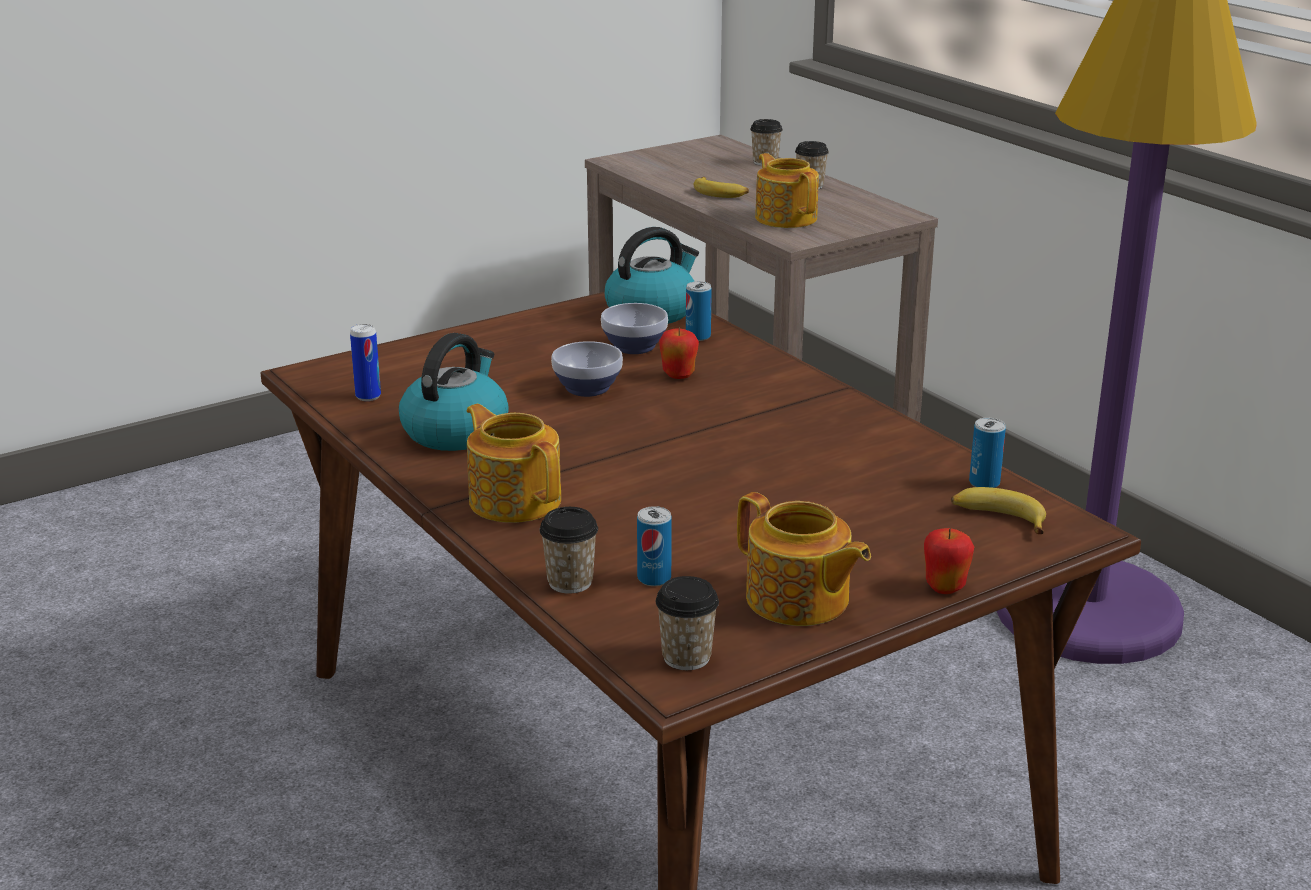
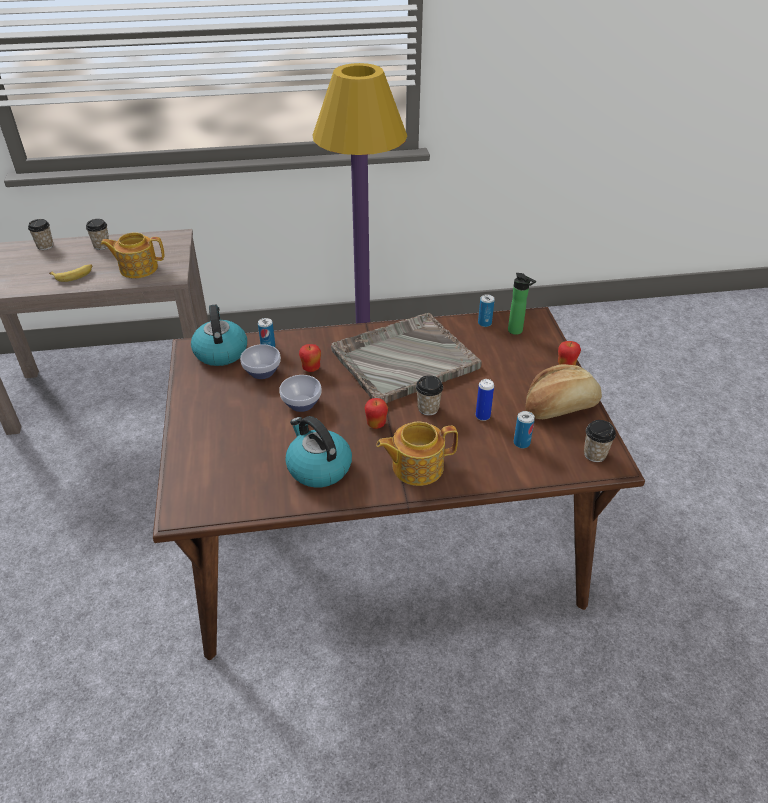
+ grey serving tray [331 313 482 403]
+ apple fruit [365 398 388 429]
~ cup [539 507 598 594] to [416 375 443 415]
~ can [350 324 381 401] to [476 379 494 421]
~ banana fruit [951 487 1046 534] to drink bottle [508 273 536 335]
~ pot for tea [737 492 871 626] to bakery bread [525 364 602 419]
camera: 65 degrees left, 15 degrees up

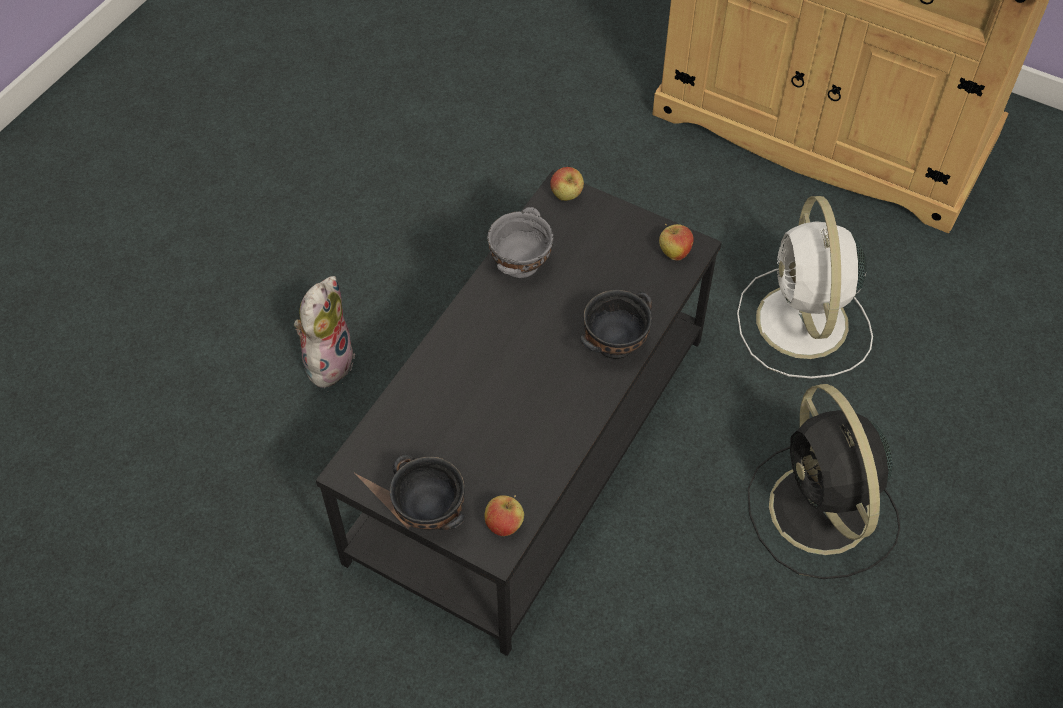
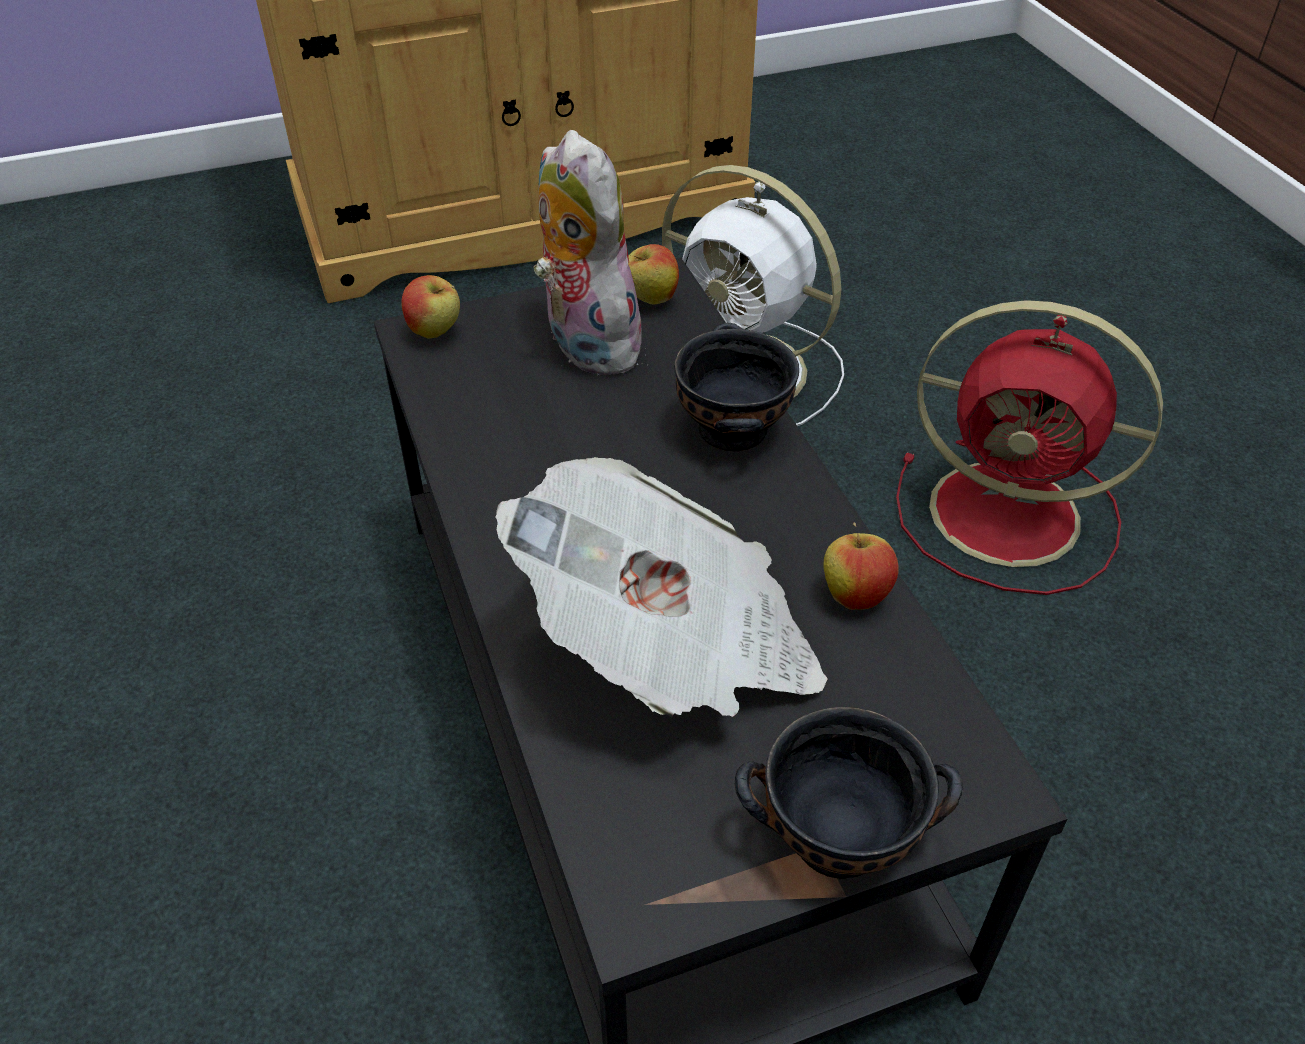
+ printed paper [495 457 827 718]
~ plush toy [291 276 355 388] to [534 130 648 375]
~ apple fruit [484 495 524 536] to [823 522 899 610]
~ black-coloured cooling fan [748 384 900 579] to red-coloured cooling fan [896 300 1163 595]
- grey deep dish [487 207 553 278]
camera: 50 degrees left, 10 degrees down

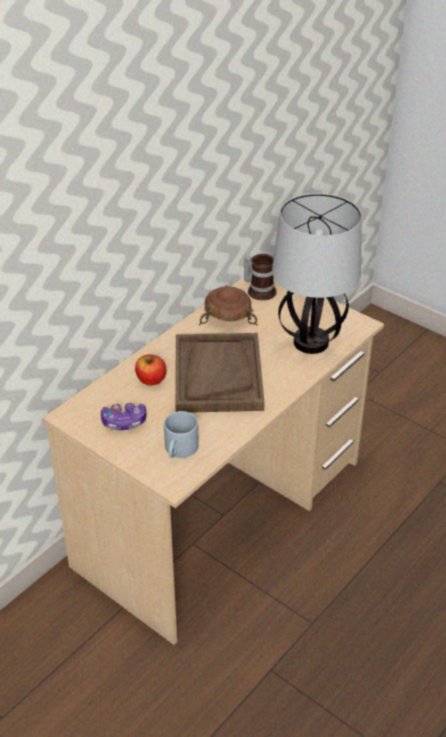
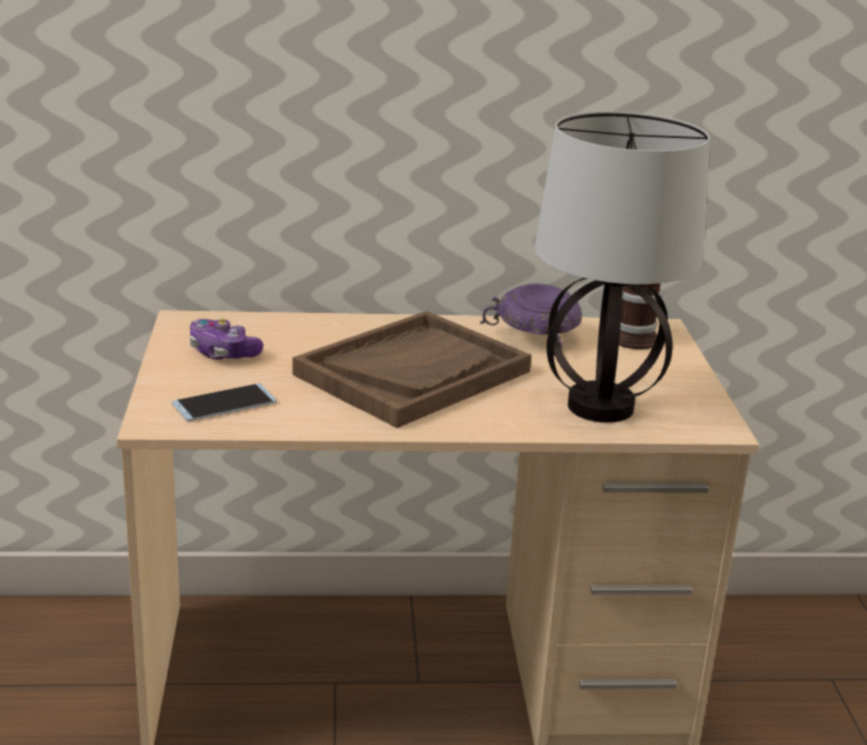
~ grey mug [164 411 199 458] to telephone [172 383 277 421]
~ brown deep dish [199 285 258 325] to purplish deep dish [480 284 582 350]
- apple fruit [135 354 167 385]
camera: 45 degrees right, 15 degrees down

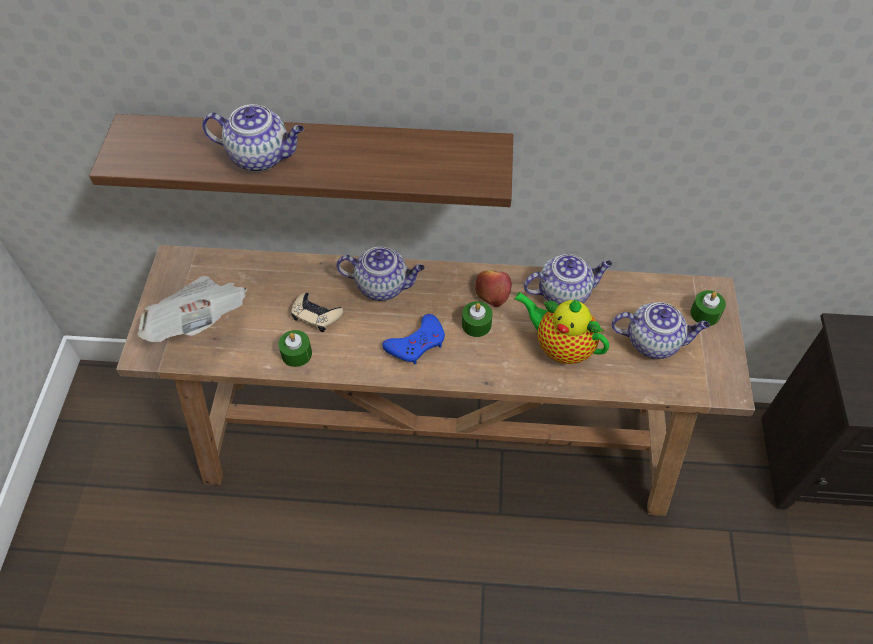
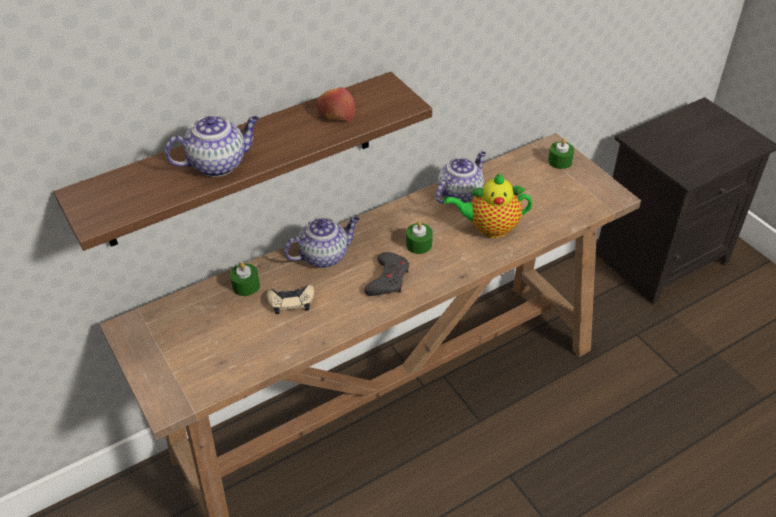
~ green-coloured wax light [278 330 312 367] to [230 262 260 296]
~ apple fruit [475 271 511 307] to [317 87 355 122]
~ blue game controller [382 314 445 364] to grey game controller [364 252 409 296]
- printed paper [138 276 247 342]
- pot for tea [611 302 710 359]
camera: 35 degrees left, 10 degrees down

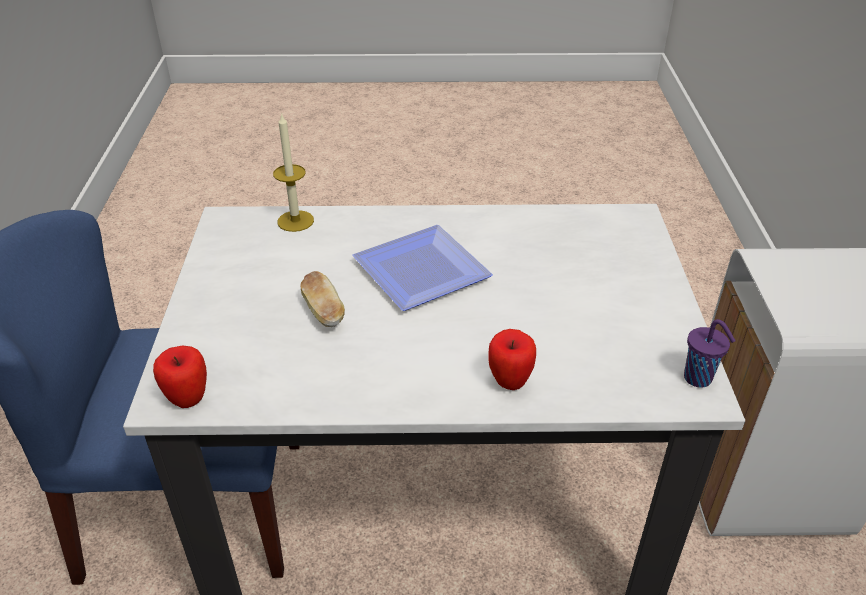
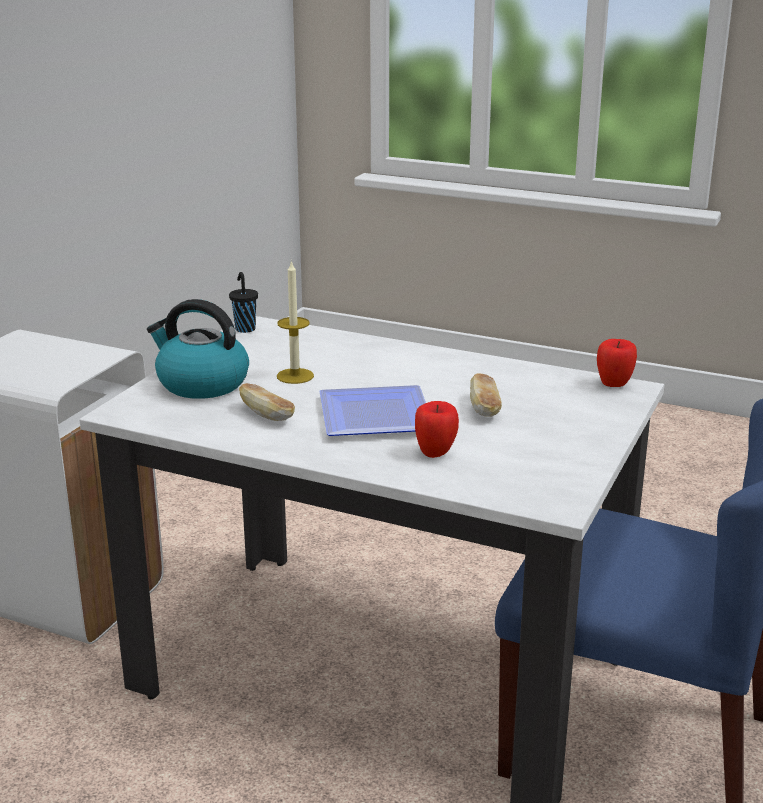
+ kettle [147 299 249 399]
~ purplish cup [684 319 736 388] to black-coloured cup [229 272 258 333]
+ bakery bread [239 383 295 421]
~ wax light [273 113 314 232] to [277 260 314 384]
~ apple fruit [488 329 536 390] to [415 401 459 458]
camera: 155 degrees left, 15 degrees down

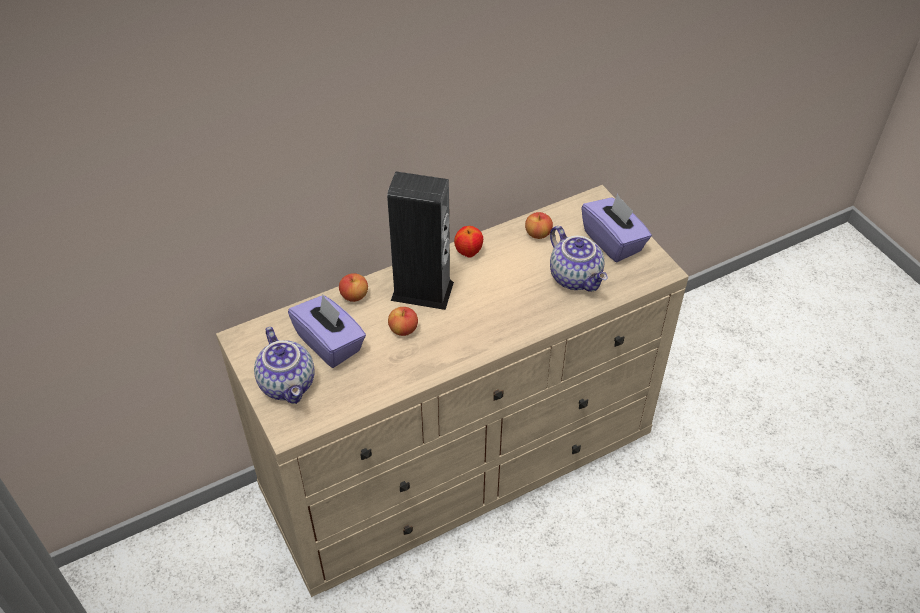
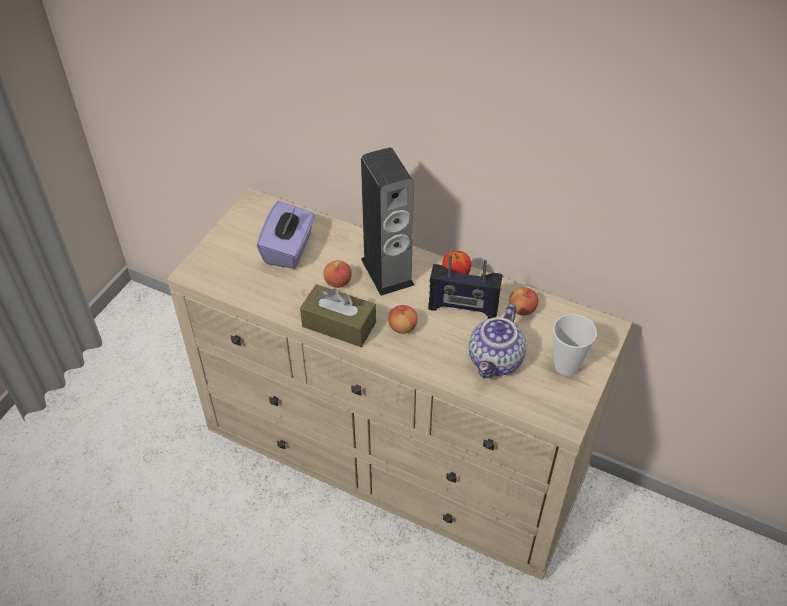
+ brown tissue holder [300 284 376 347]
~ apple fruit [339 273 368 302] to [388 305 418 334]
+ radio set [428 255 502 319]
~ purplish tissue holder [581 194 652 262] to cup [553 314 597 376]
- pot for tea [254 327 315 404]
camera: 55 degrees right, 0 degrees up

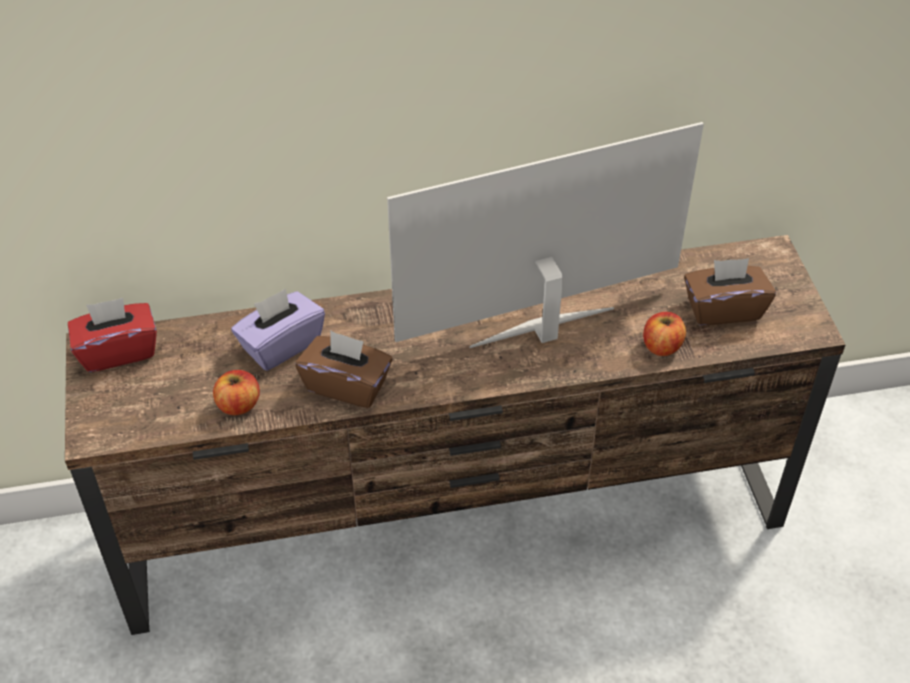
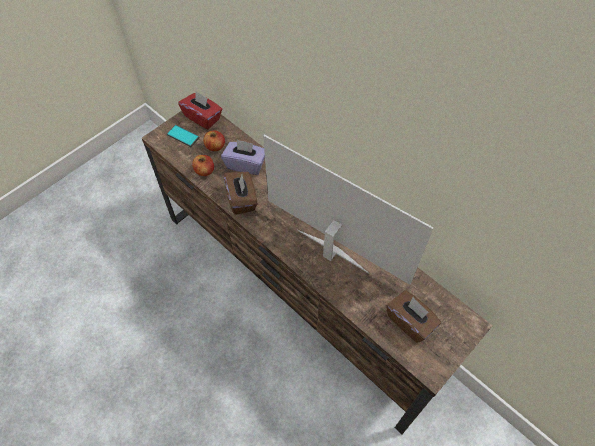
+ telephone [167 125 200 147]
~ apple fruit [643 312 686 356] to [203 130 225 151]
camera: 55 degrees right, 10 degrees up

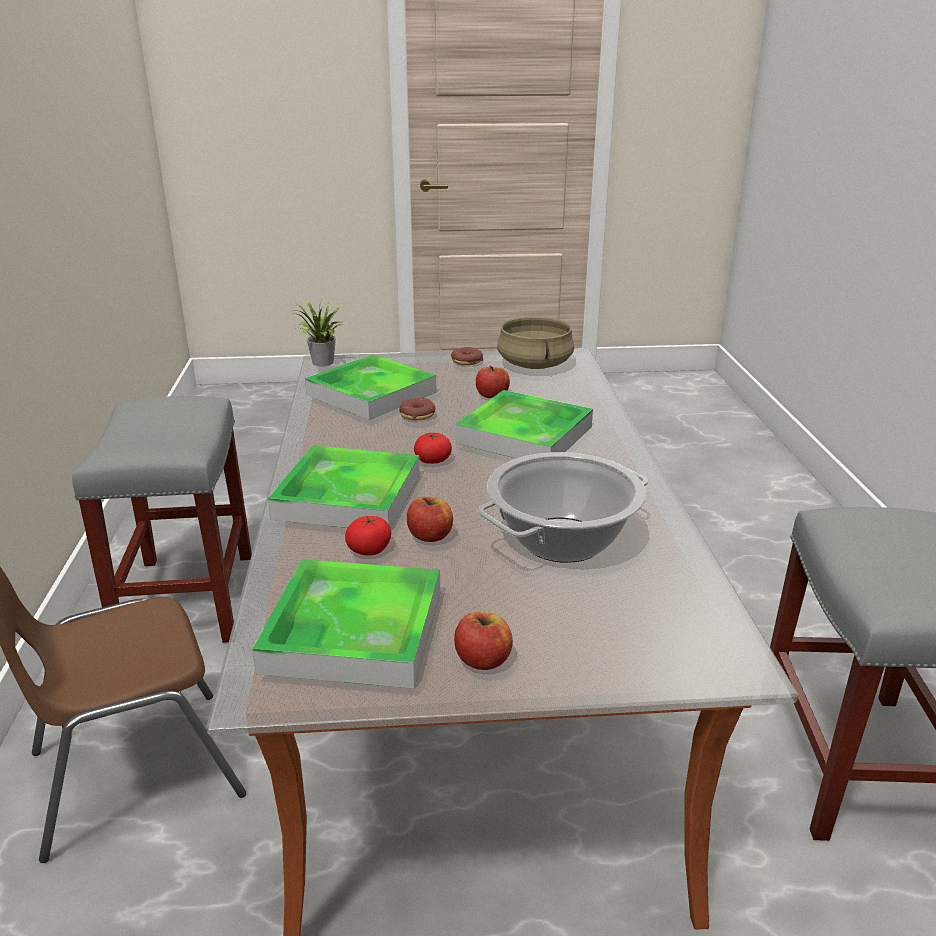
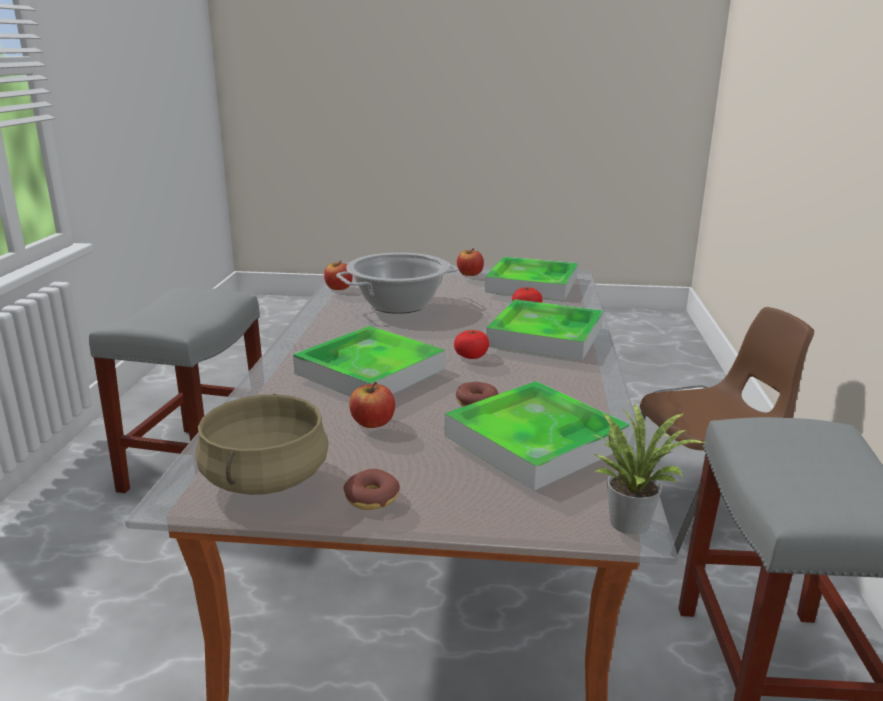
~ apple fruit [407 497 453 542] to [324 261 353 290]
camera: 170 degrees left, 5 degrees down

